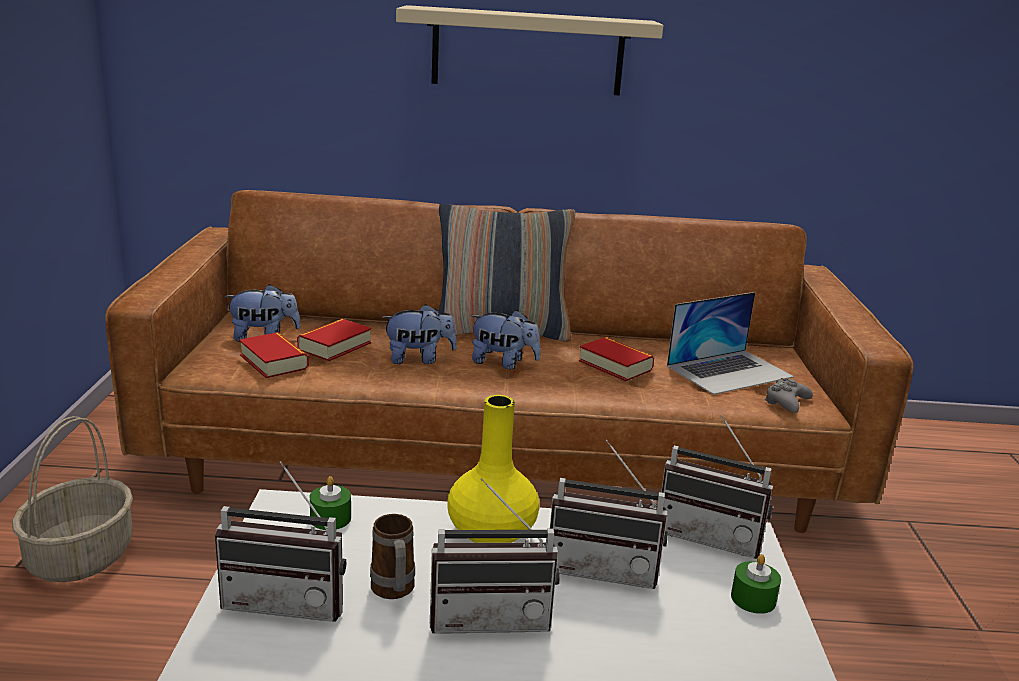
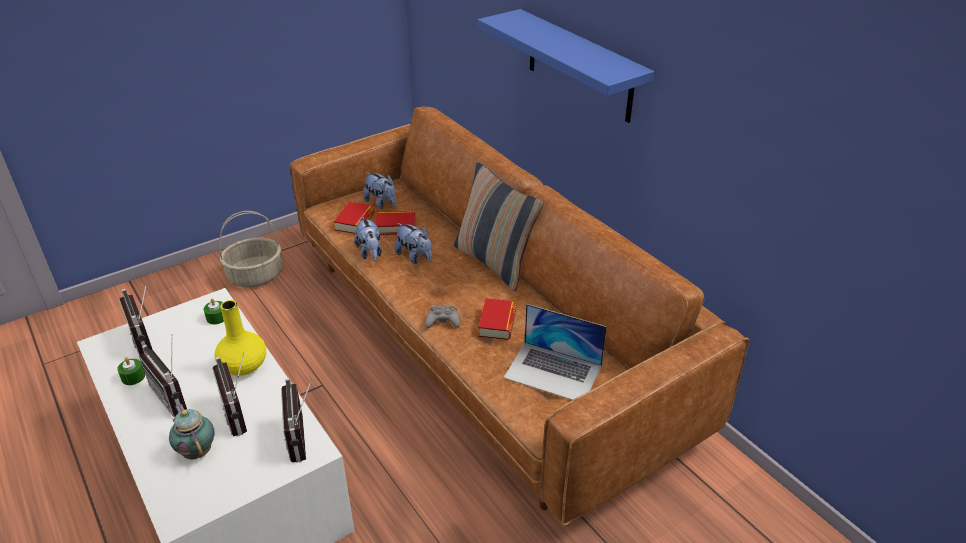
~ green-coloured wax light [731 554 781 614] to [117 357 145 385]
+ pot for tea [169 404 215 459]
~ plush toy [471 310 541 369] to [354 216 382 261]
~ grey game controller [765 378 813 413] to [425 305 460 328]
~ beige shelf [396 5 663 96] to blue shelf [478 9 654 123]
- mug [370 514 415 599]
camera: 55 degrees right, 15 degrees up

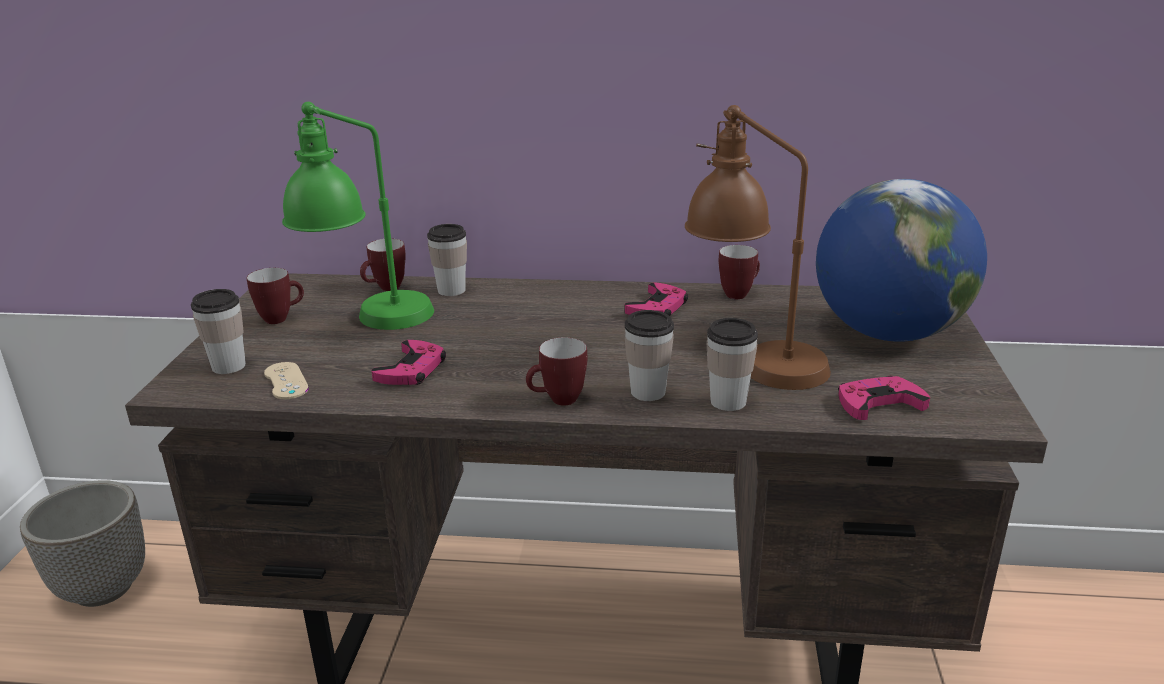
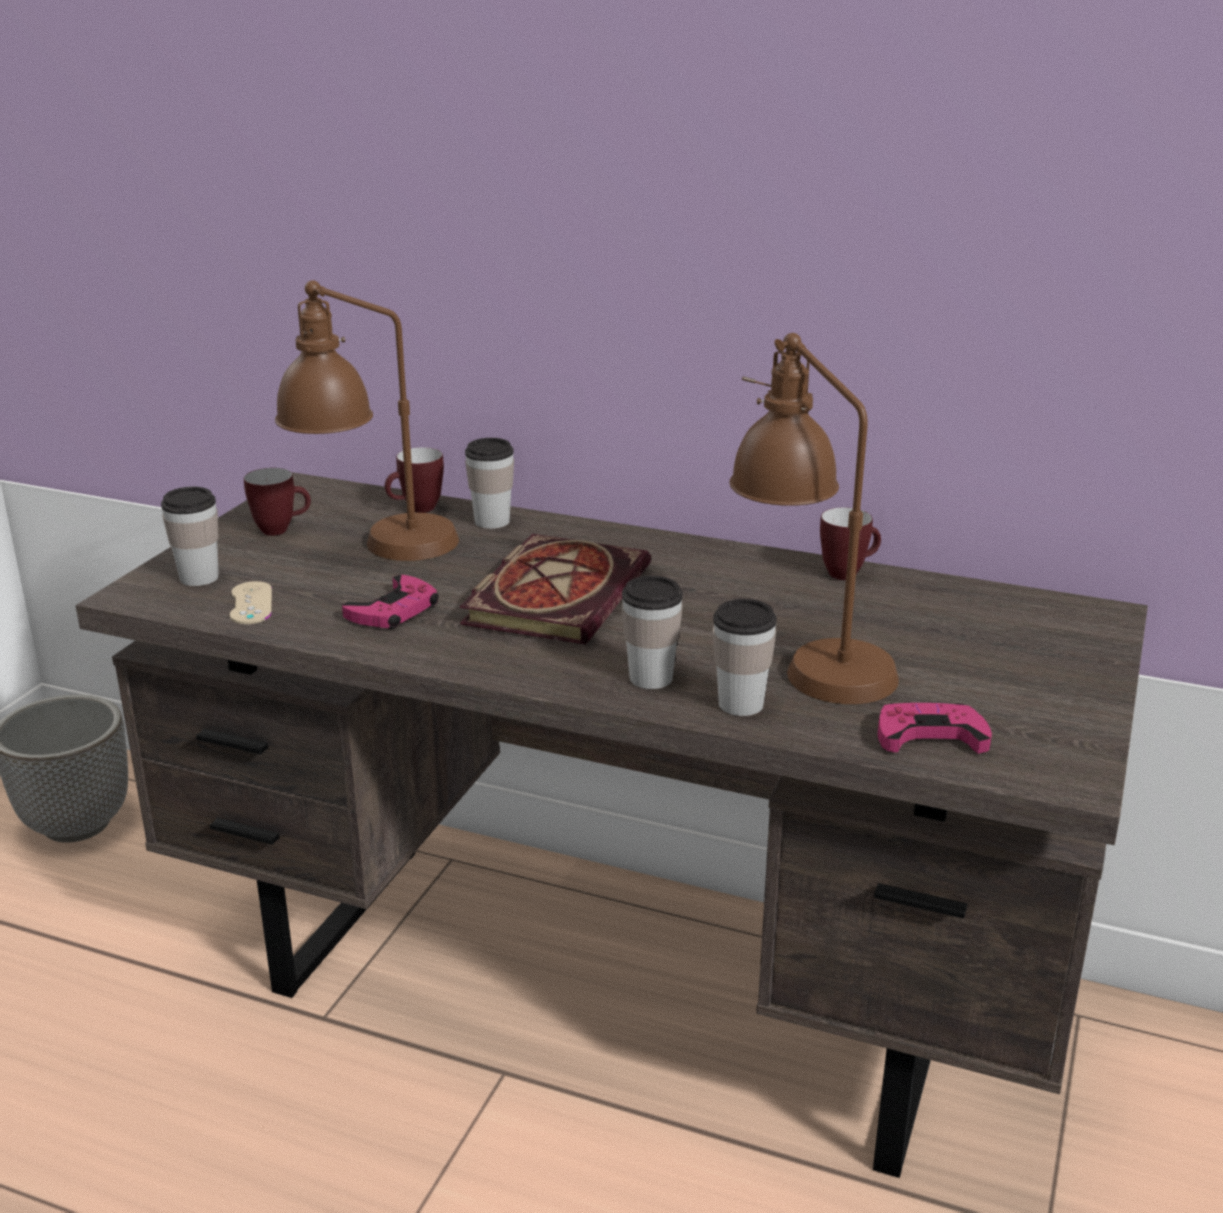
~ green-coloured lamp for a table [282 102 434 330] to brown lamp for a table [275 280 459 561]
+ book [460 534 651 645]
- mug [526 337 587 406]
- pink-coloured game controller [625 283 688 316]
- world globe [816 179 987 342]
camera: 15 degrees right, 0 degrees up

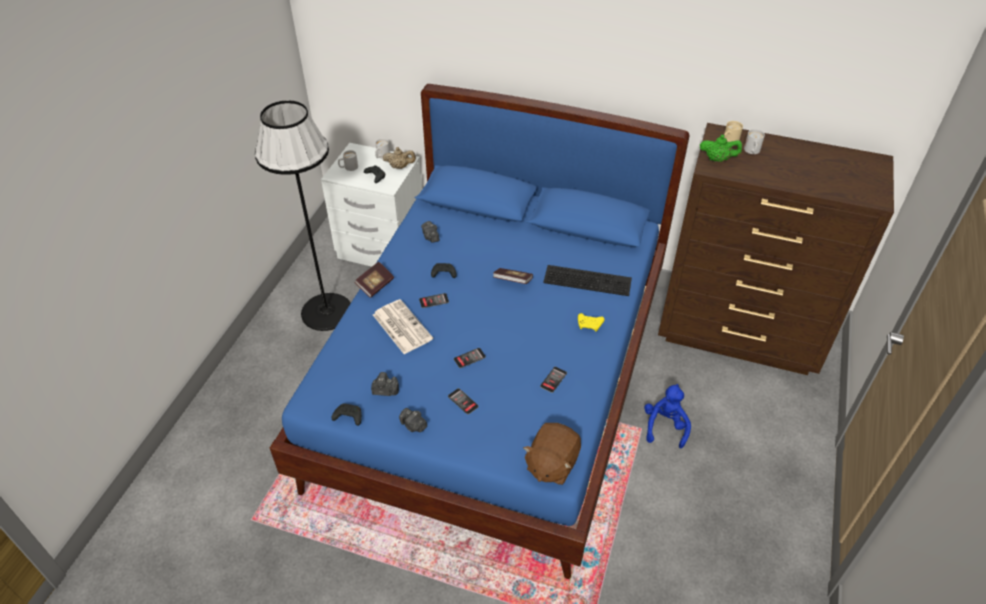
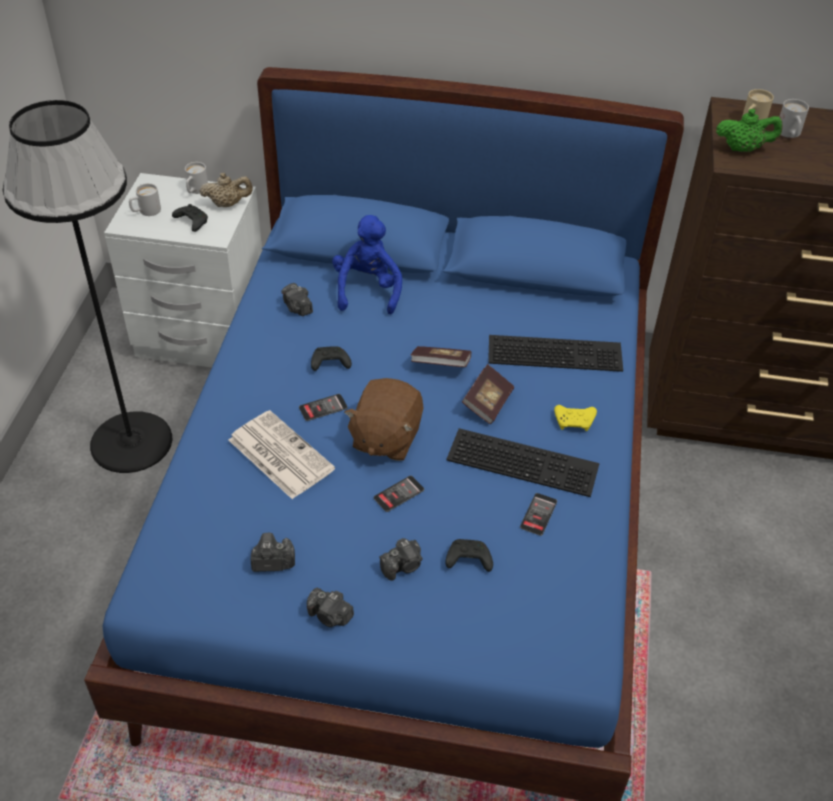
~ blue plush toy [644 384 691 449] to [332 215 402 314]
~ brown plush toy [523 423 581 485] to [344 378 423 461]
~ telephone [448 388 479 414] to still camera [379 538 422 581]
~ black-coloured game controller [332 403 362 426] to [445 539 493 572]
+ computer keyboard [446 428 600 497]
~ book [354 262 394 298] to [462 364 514 424]
camera: 10 degrees left, 0 degrees up

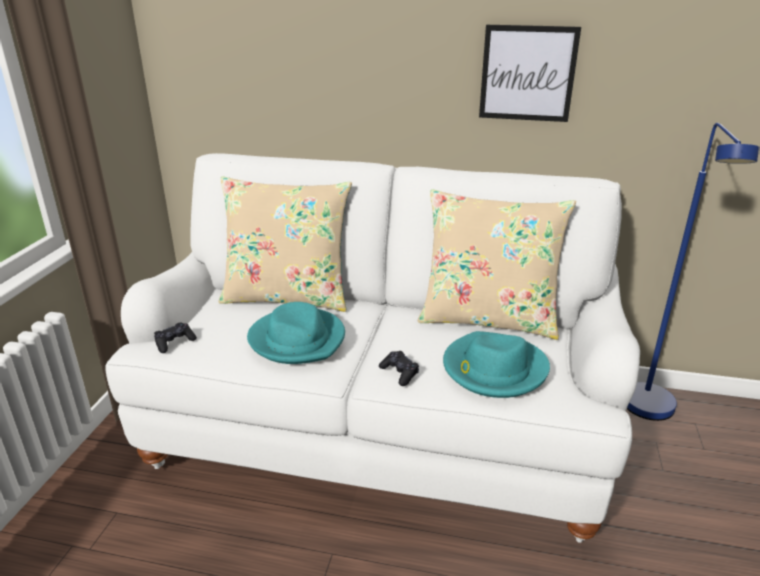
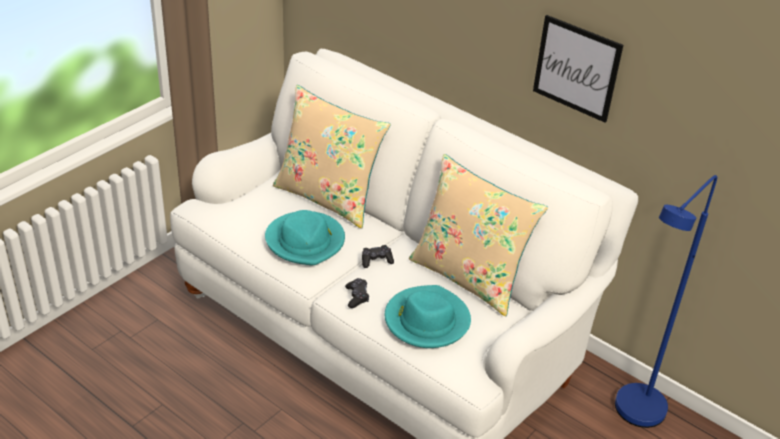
~ black-coloured game controller [154 322 197 353] to [362 245 394 268]
camera: 25 degrees right, 10 degrees up

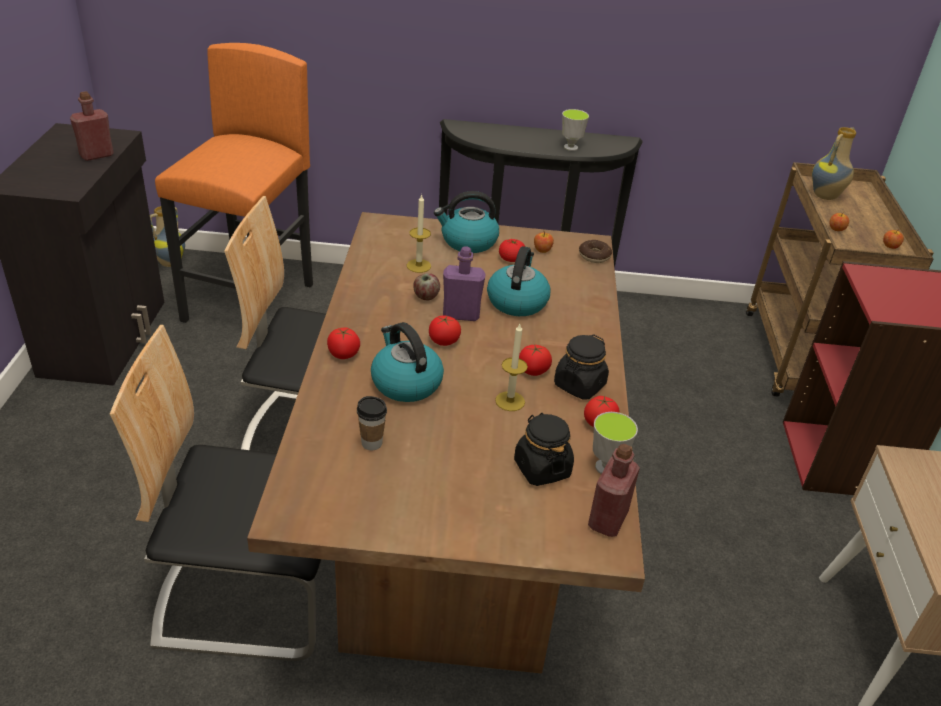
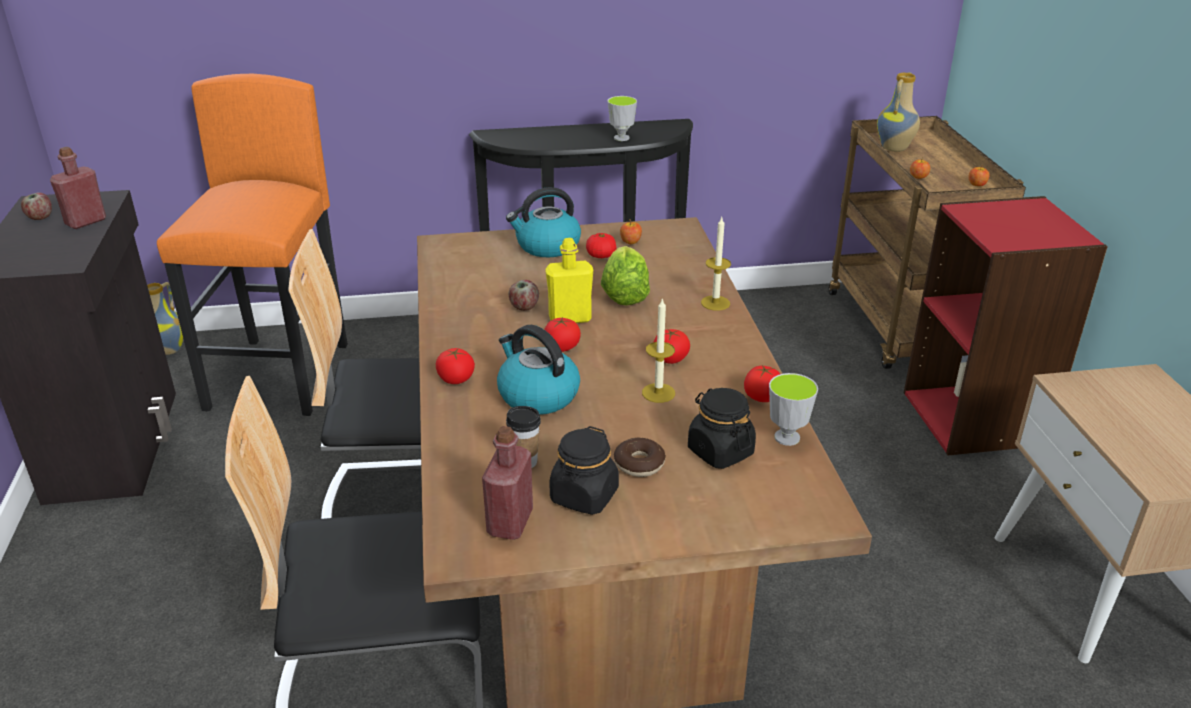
+ apple fruit [21 192 52 220]
~ red-coloured drink bottle [588 444 640 537] to [482 426 533 540]
~ purplish drink bottle [443 246 486 321] to yellow drink bottle [545 238 593 323]
~ black-coloured jar [554 334 609 399] to [549 426 619 515]
~ kettle [487 246 551 316] to lettuce [601 246 650 306]
~ donut [579 240 612 263] to [614 438 666 477]
~ wax light [407 194 431 273] to [701 217 731 311]
camera: 10 degrees left, 5 degrees down

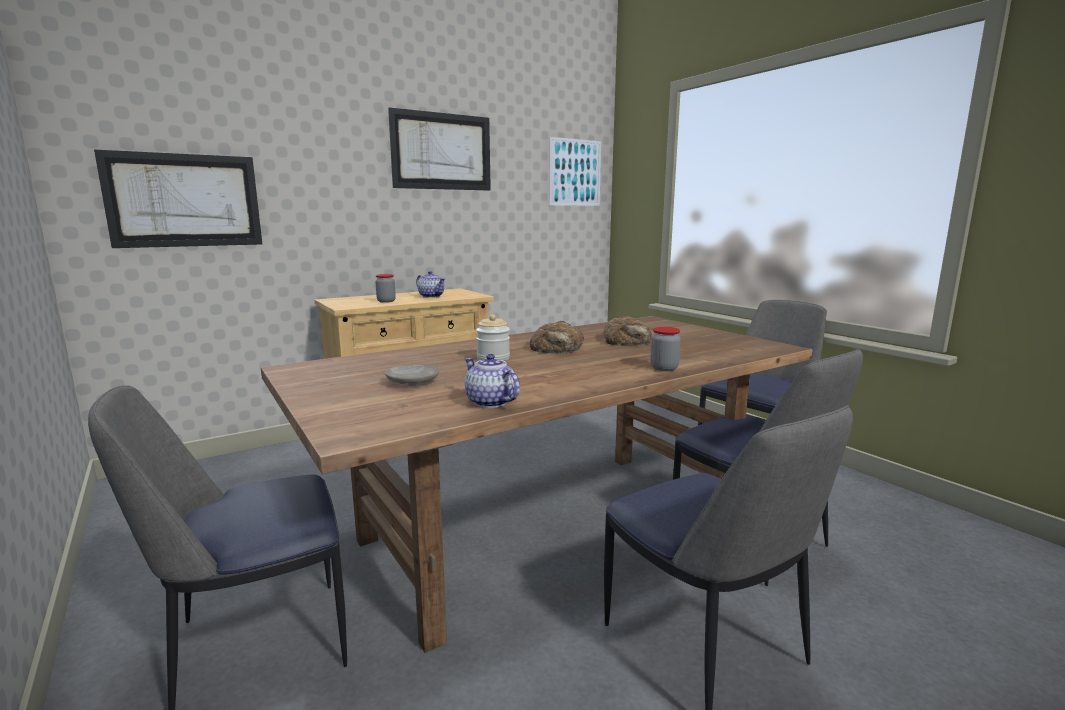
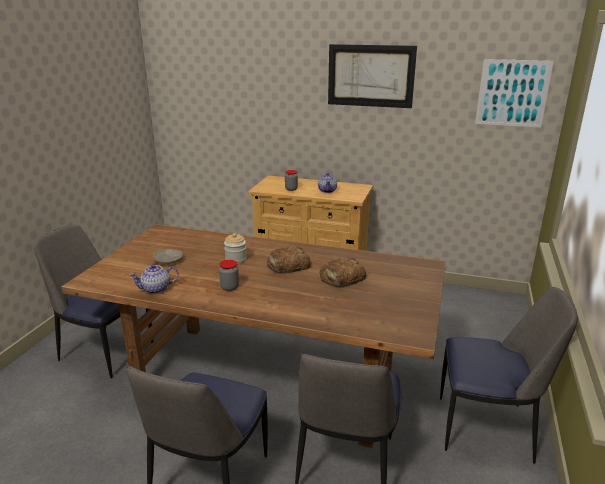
~ pot for tea [465 354 520 408] = [129 264 179 294] 120 degrees counterclockwise
~ jar [650 327 681 371] to [219 260 239 291]
- wall art [94 149 262 248]
camera: 50 degrees right, 10 degrees up

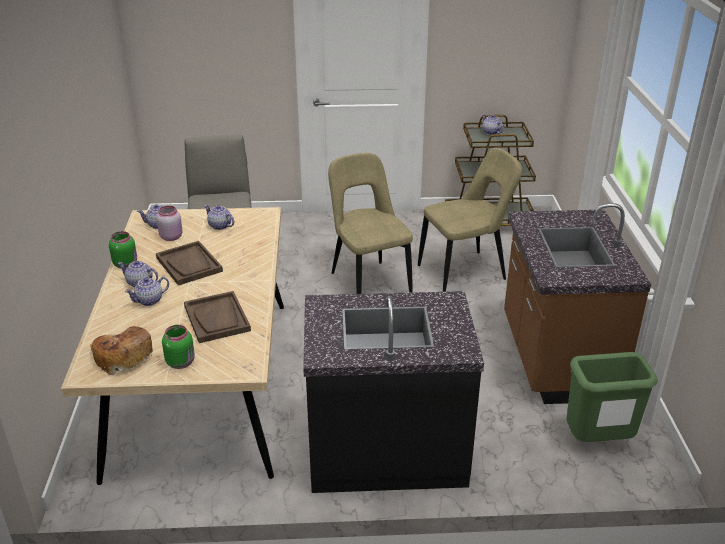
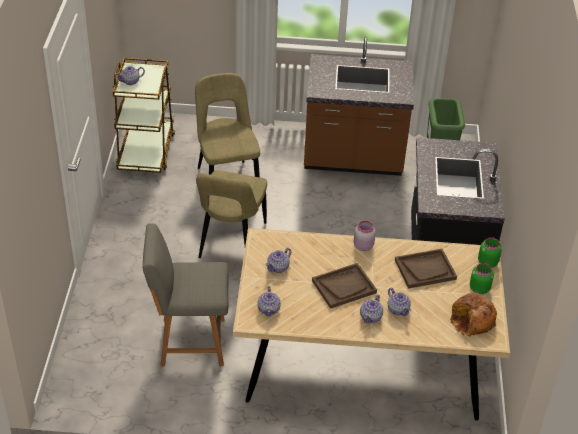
~ beige upright chair [328 153 413 294] = [196 170 267 258] 60 degrees counterclockwise
~ pink-coloured jar [156 206 183 241] to [354 221 376 251]
~ green-coloured jar [109 231 137 269] to [478 237 502 268]
camera: 85 degrees left, 10 degrees up

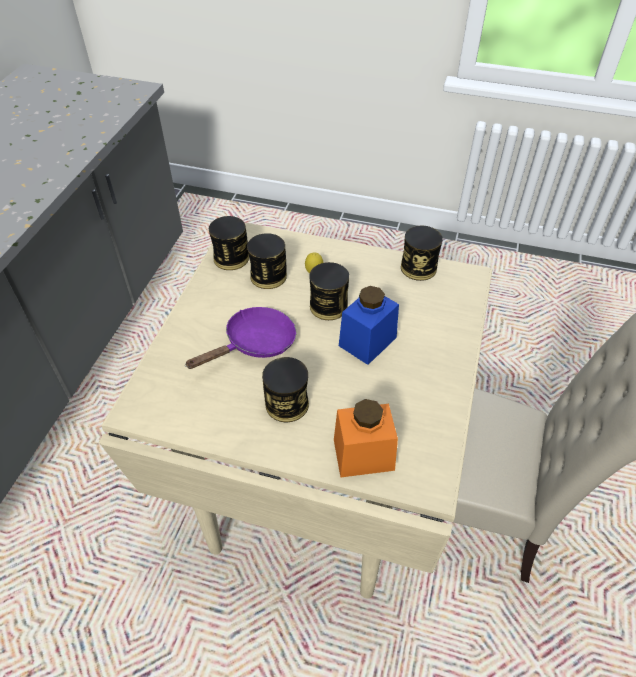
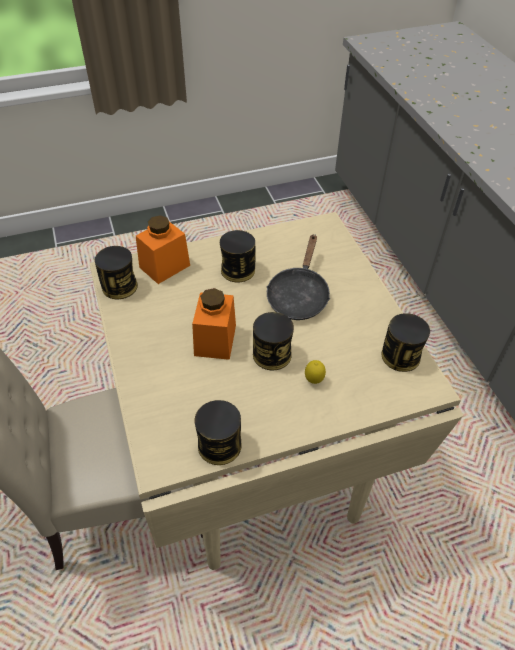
~ can [247 233 287 289] to [95 246 138 299]
~ blue jar [339 286 399 365] to orange jar [192 288 236 360]
~ purplish pan [185 307 296 369] to black-coloured pan [266 234 330 320]
camera: 145 degrees right, 0 degrees up

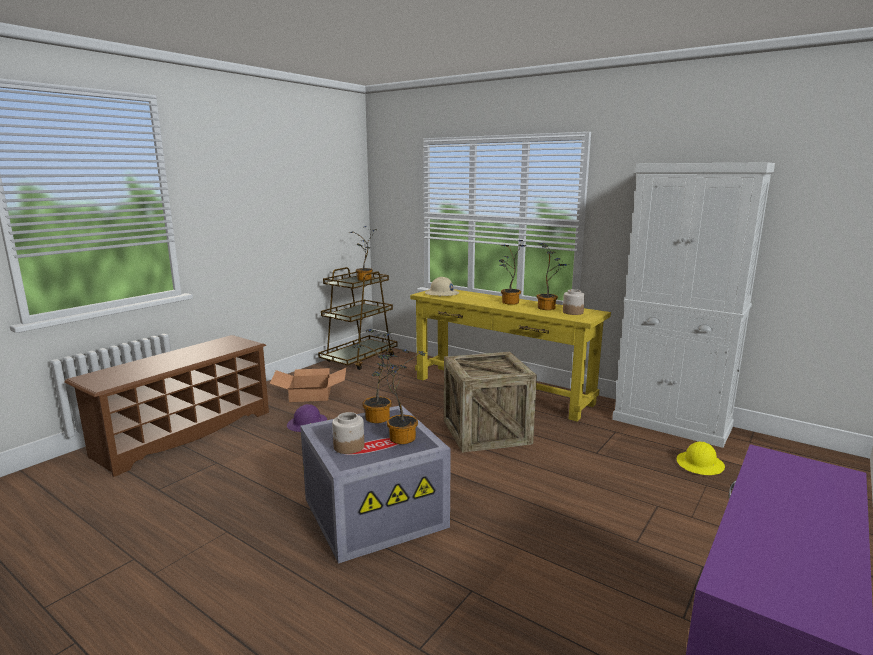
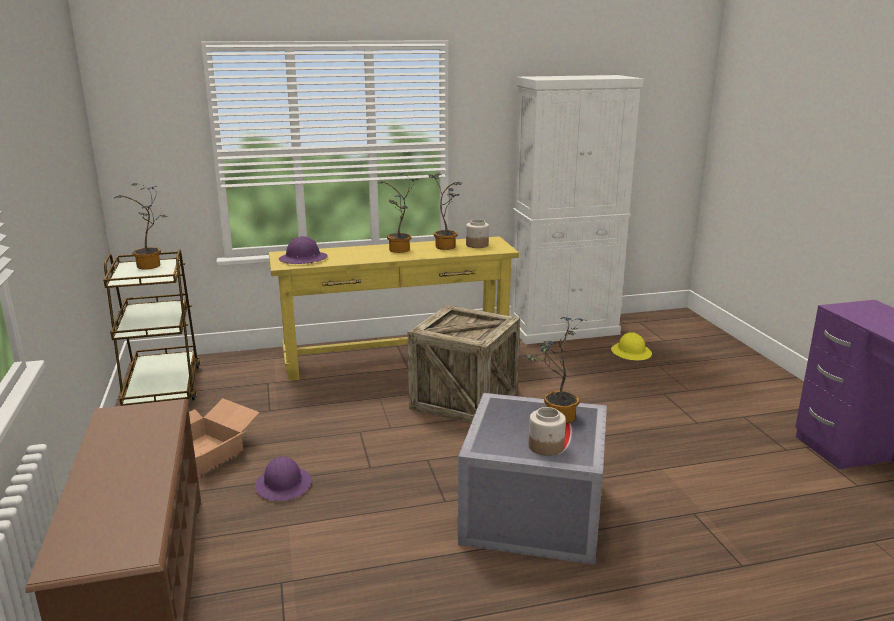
~ beige safety helmet [425 277 459 297] to purplish safety helmet [279 236 328 264]
- potted plant [352 329 407 423]
camera: 50 degrees left, 5 degrees up

